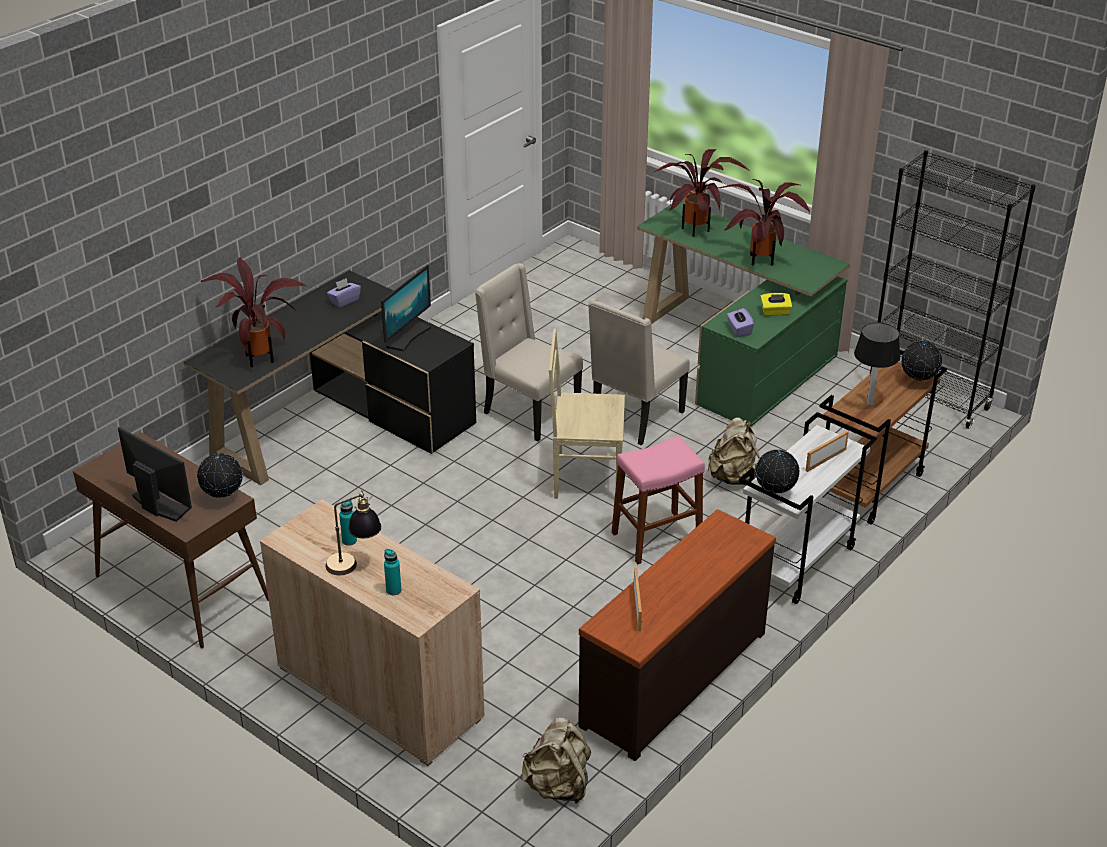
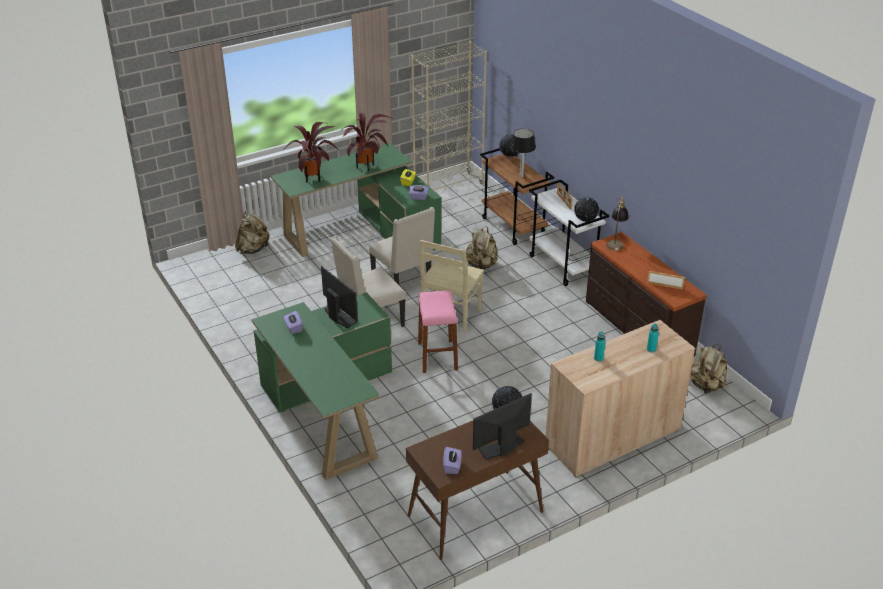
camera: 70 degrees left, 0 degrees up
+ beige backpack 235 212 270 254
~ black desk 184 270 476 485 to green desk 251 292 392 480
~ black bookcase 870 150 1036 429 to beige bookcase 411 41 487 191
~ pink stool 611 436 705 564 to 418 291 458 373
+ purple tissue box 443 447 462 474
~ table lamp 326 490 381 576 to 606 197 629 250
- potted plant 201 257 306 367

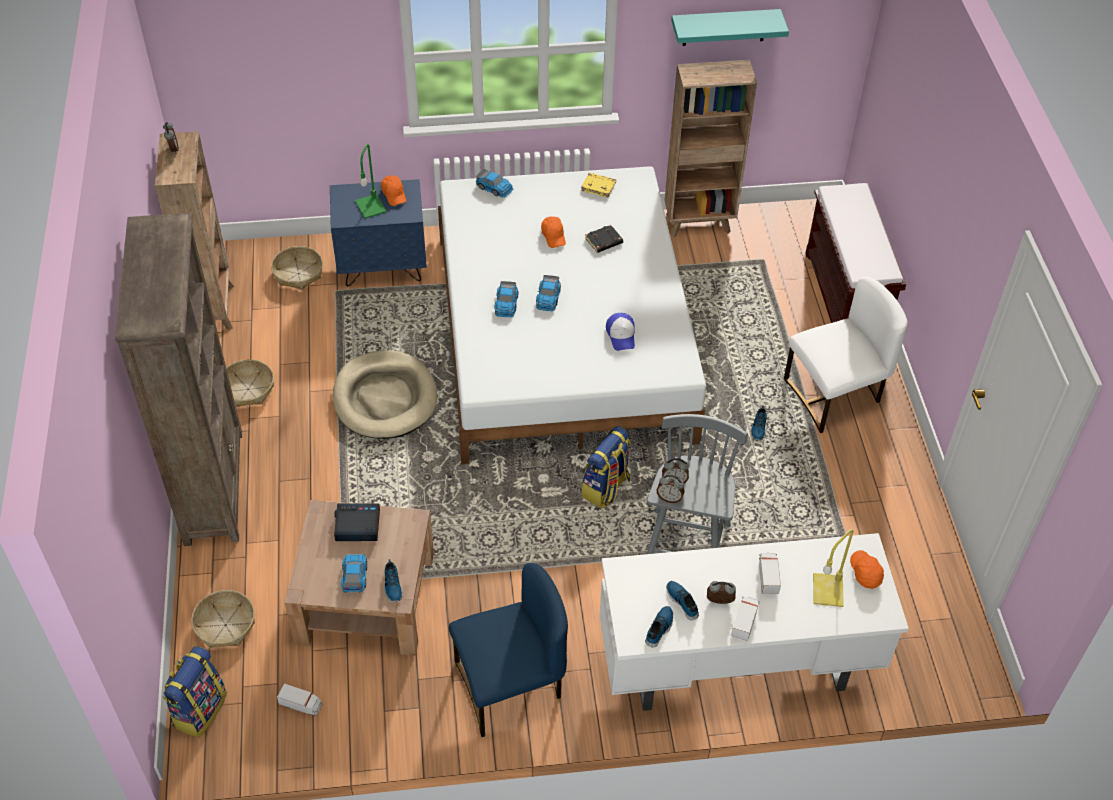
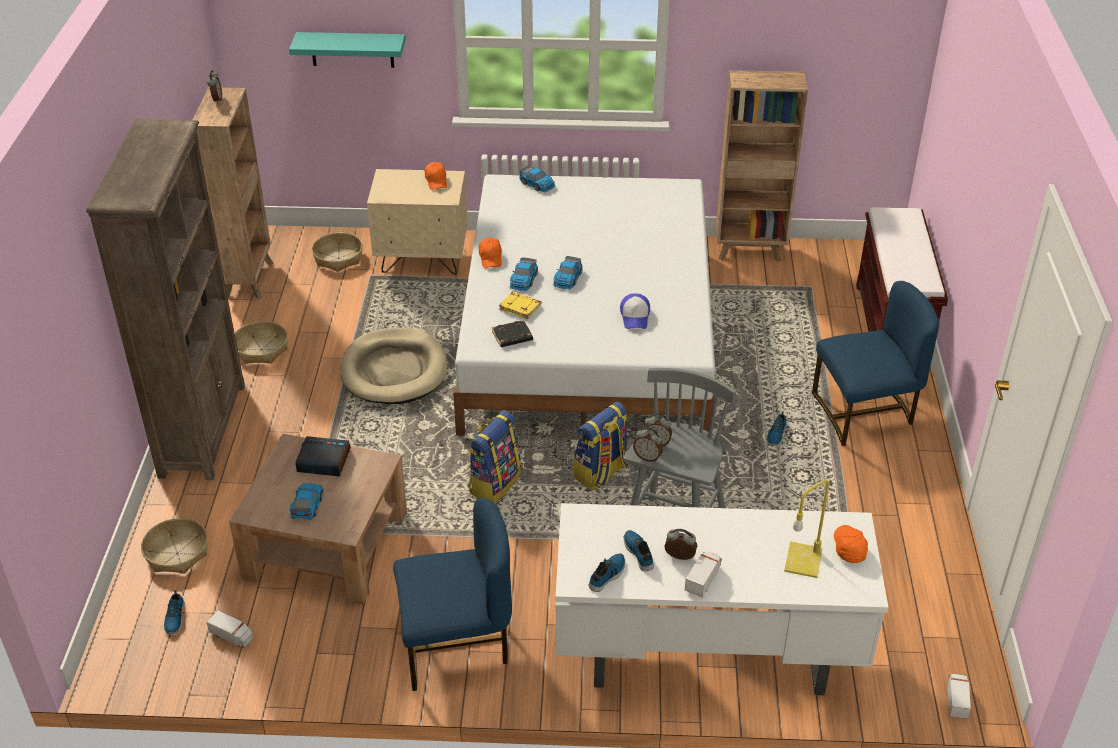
camera: 10 degrees right, 10 degrees down
~ shoe 384 559 403 602 to 164 590 185 634
~ turquoise shelf 671 9 789 46 to 289 32 406 68
~ blue nightstand 330 179 427 286 to beige nightstand 367 169 468 275
~ backpack 162 646 227 738 to 468 411 521 503
~ orange cap 541 216 566 248 to 479 238 502 268
~ black book 585 225 623 253 to 492 320 533 347
~ yellow book 581 173 616 198 to 499 292 541 319
~ white chair 784 277 907 433 to blue chair 812 281 939 446
~ toy truck 759 553 781 594 to 948 674 971 719
- green table lamp 355 144 387 219

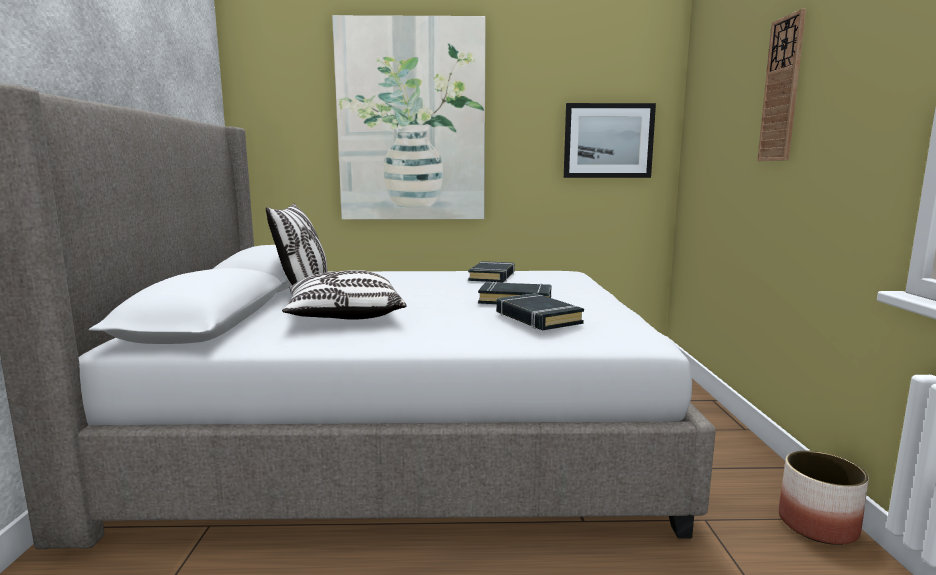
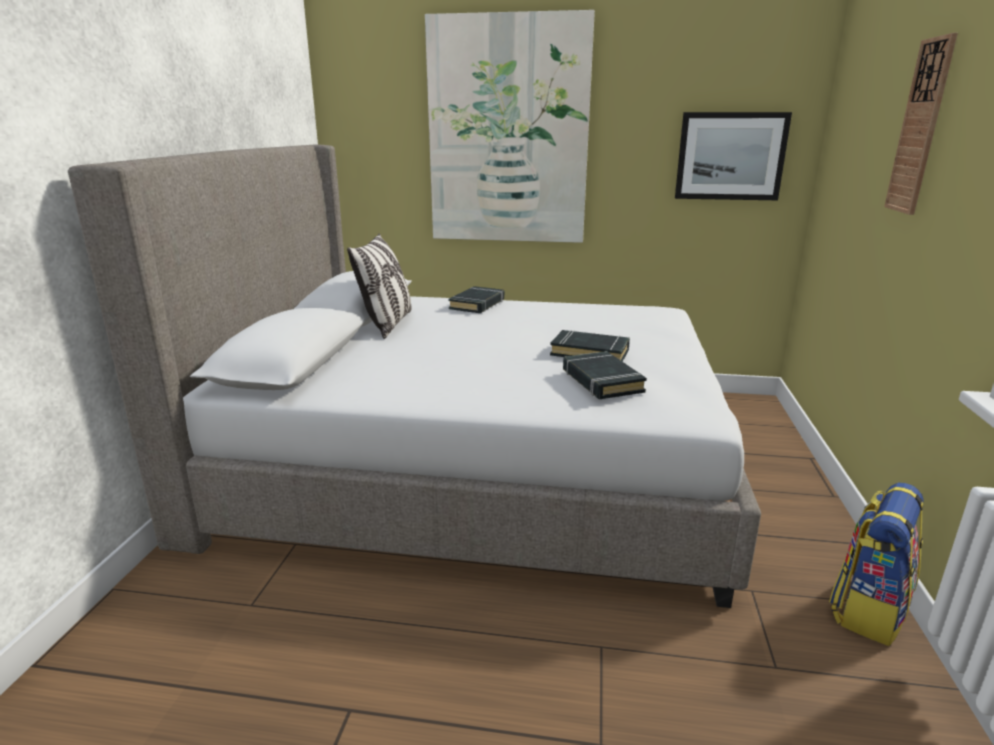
camera: 10 degrees right, 10 degrees up
~ black book 468 261 515 282 to 448 286 504 313
~ planter 779 450 869 545 to backpack 829 483 924 646
- pillow 282 270 407 320

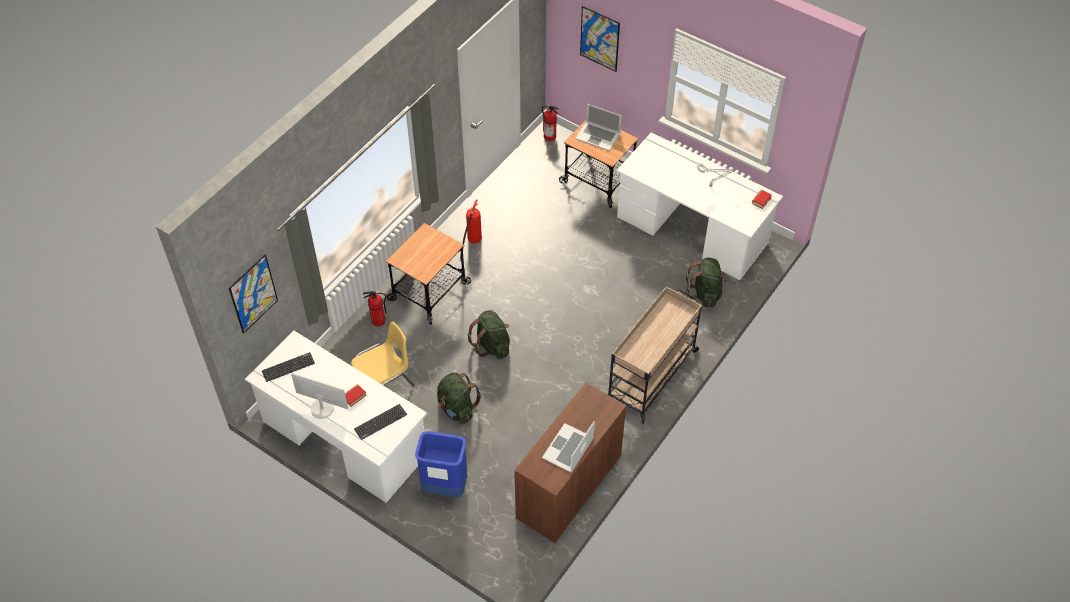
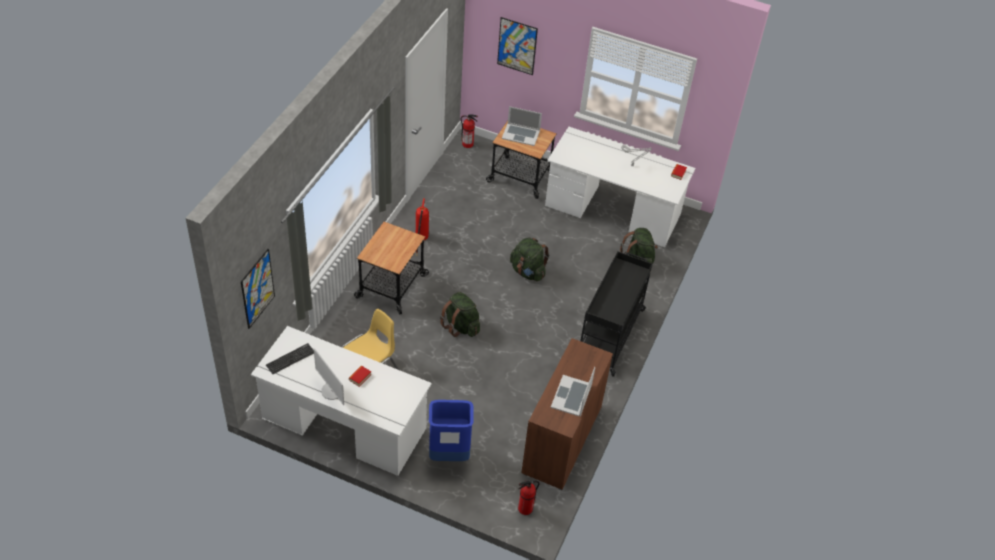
camera: 15 degrees left, 5 degrees down
~ monitor 291 373 348 419 = 314 348 344 405 135 degrees counterclockwise
~ green backpack 437 373 481 424 to 510 237 549 282
~ fire extinguisher 363 291 387 326 to 518 480 540 515
~ beige cart 607 286 702 423 to black cart 581 251 653 377
- keyboard 354 404 407 440

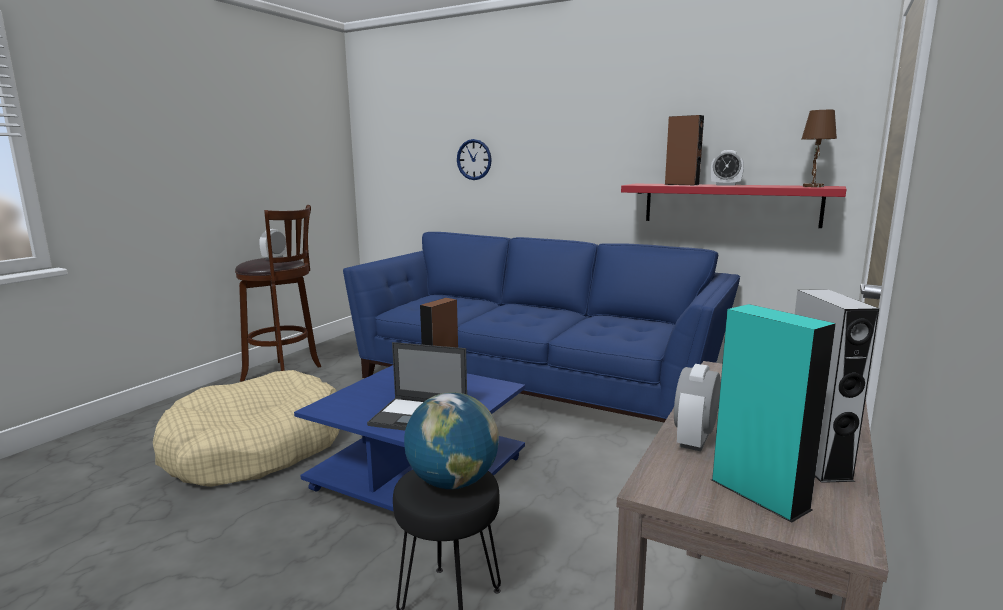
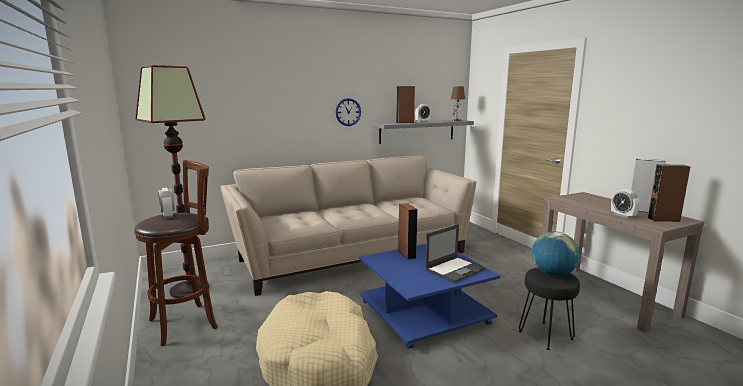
camera: 55 degrees left, 0 degrees up
+ floor lamp 135 65 209 298
~ blue sofa 343 232 740 422 to beige sofa 221 155 477 296
~ wall clock 457 139 492 180 to 335 98 361 126
~ red shelf 621 184 847 228 to grey shelf 372 120 474 144
~ turquoise speaker 711 304 836 523 to brown speaker 647 165 690 222

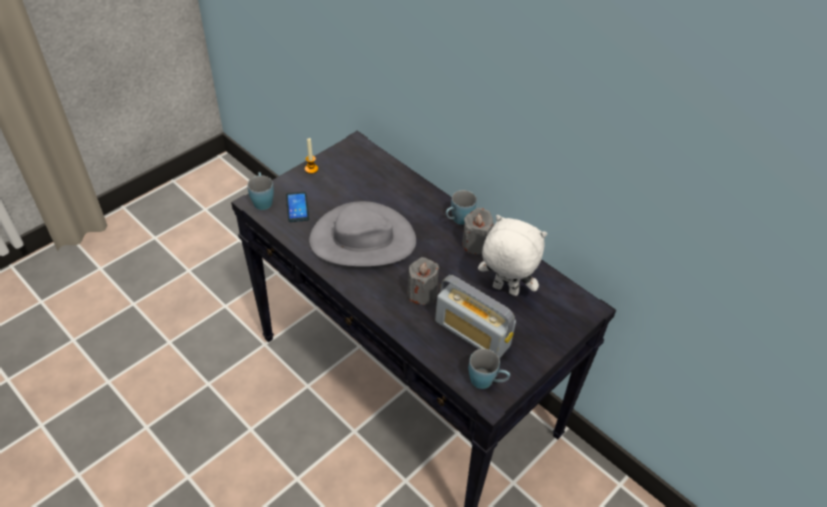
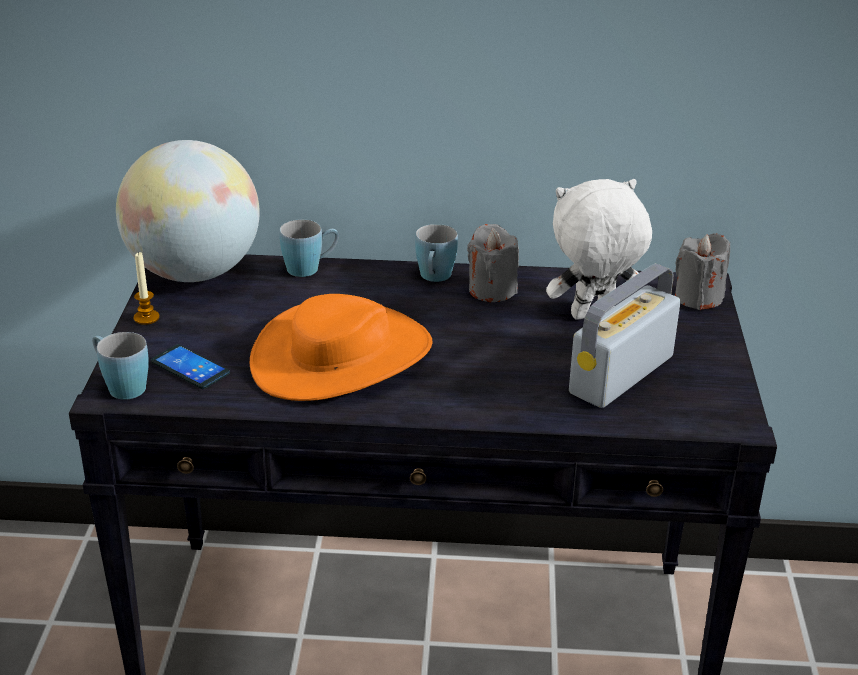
camera: 40 degrees left, 15 degrees down
+ globe 116 140 260 282
~ grey hat 309 201 416 267 to orange hat 250 294 433 401
~ blue mug 469 349 510 389 to 280 220 339 277
~ radio 435 275 516 359 = 569 263 680 408 135 degrees clockwise
~ grey candle 407 257 439 305 to 675 233 730 310

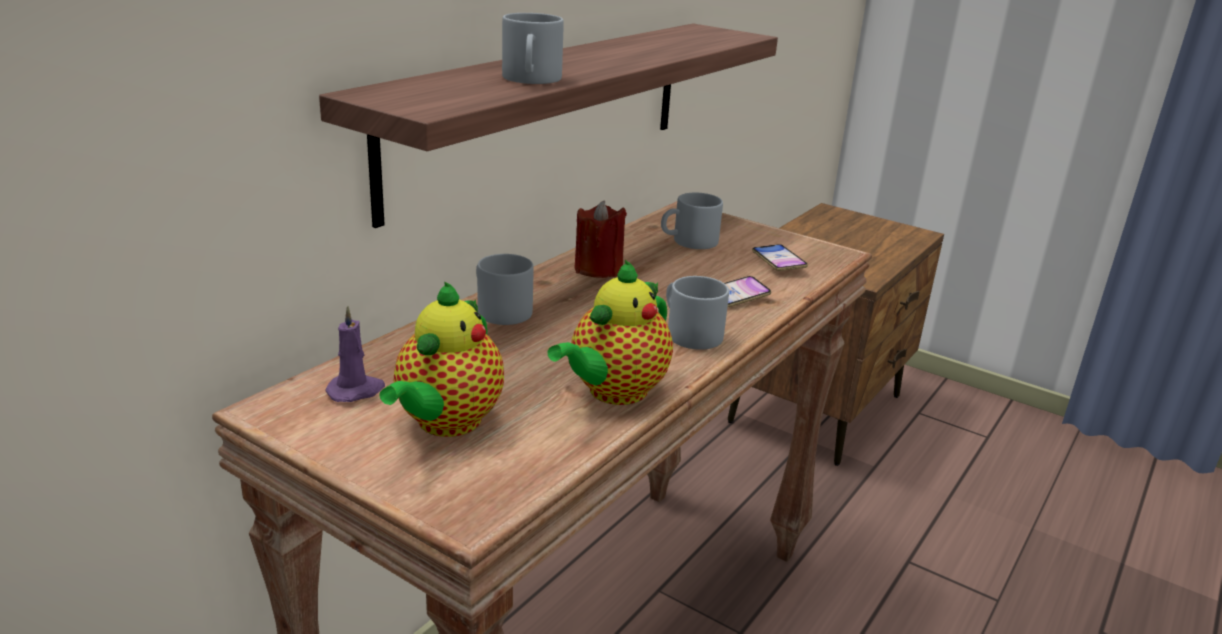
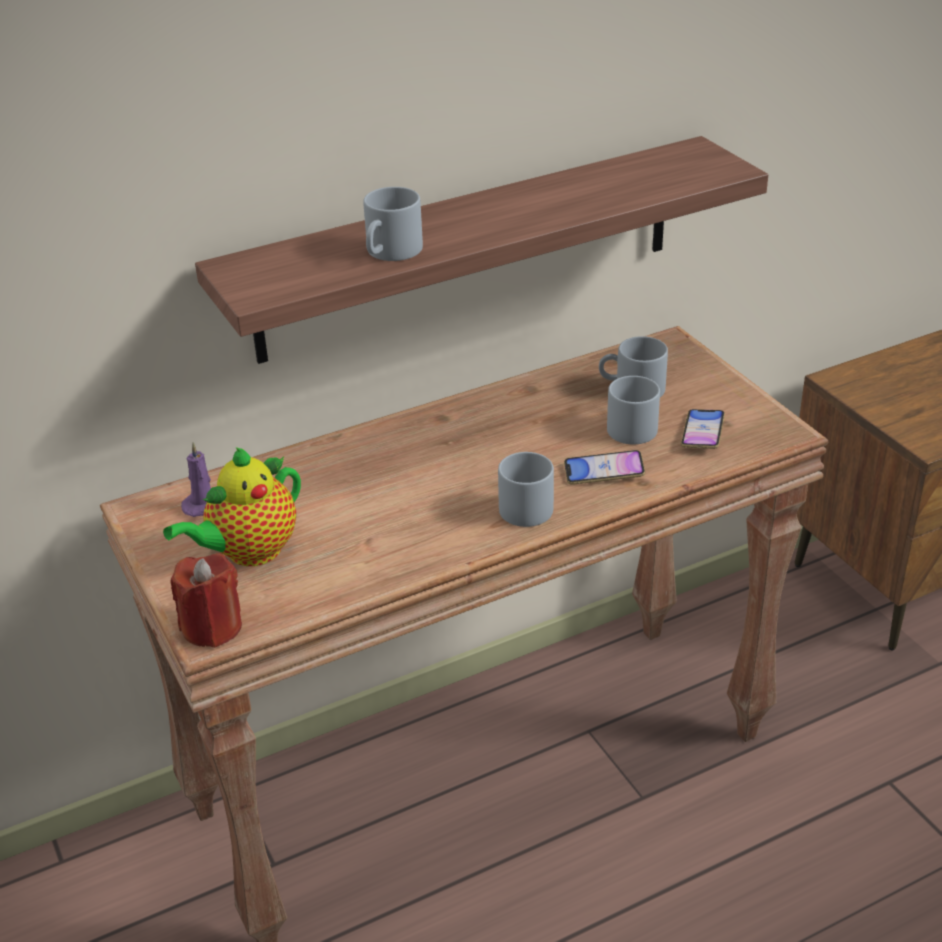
camera: 30 degrees right, 10 degrees up
~ red candle 575 200 627 278 to 170 553 242 648
~ grey mug 476 254 534 325 to 607 376 660 444
- teapot 547 260 673 405

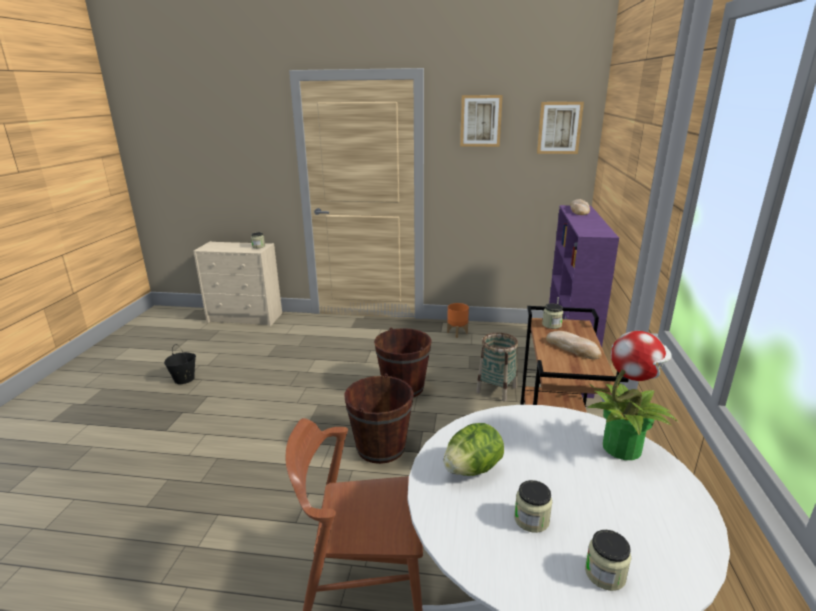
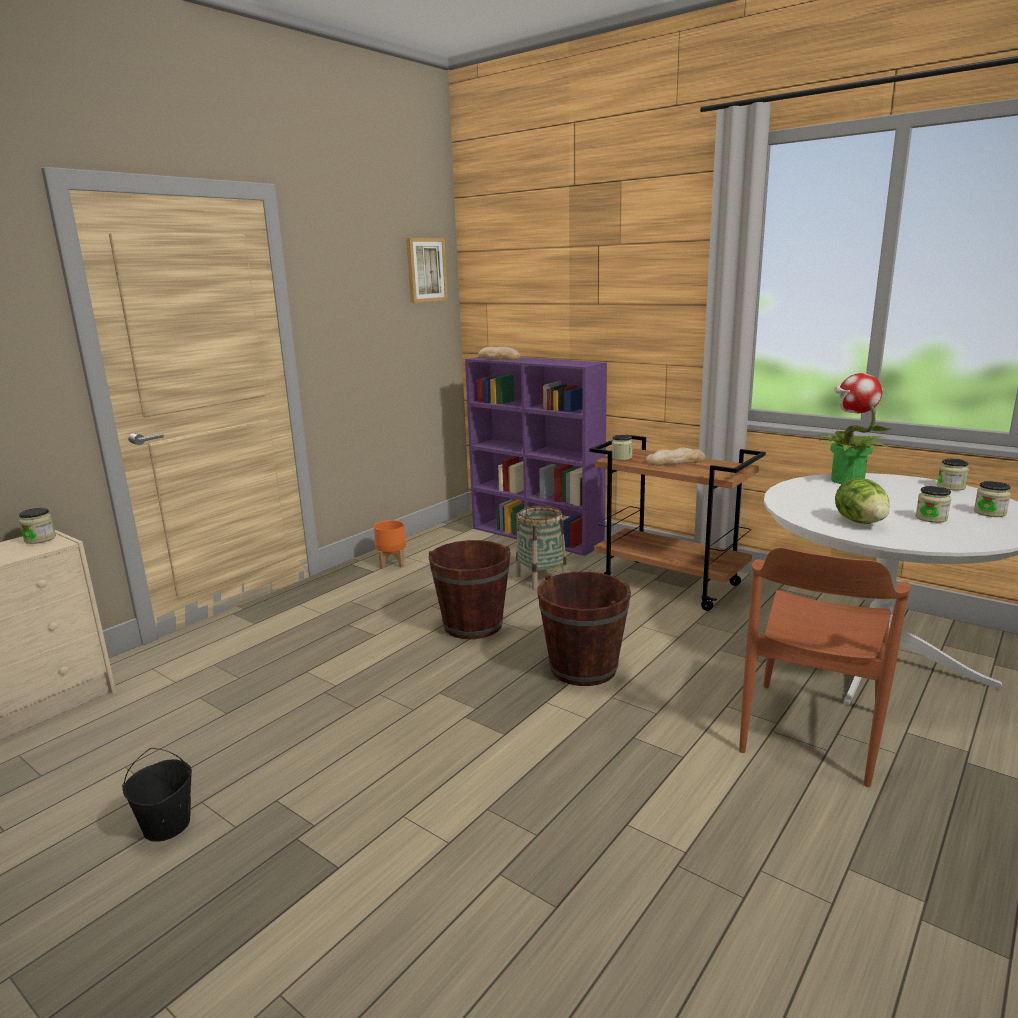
camera: 60 degrees left, 5 degrees down
+ jar 937 459 969 490
- picture 460 95 503 147

